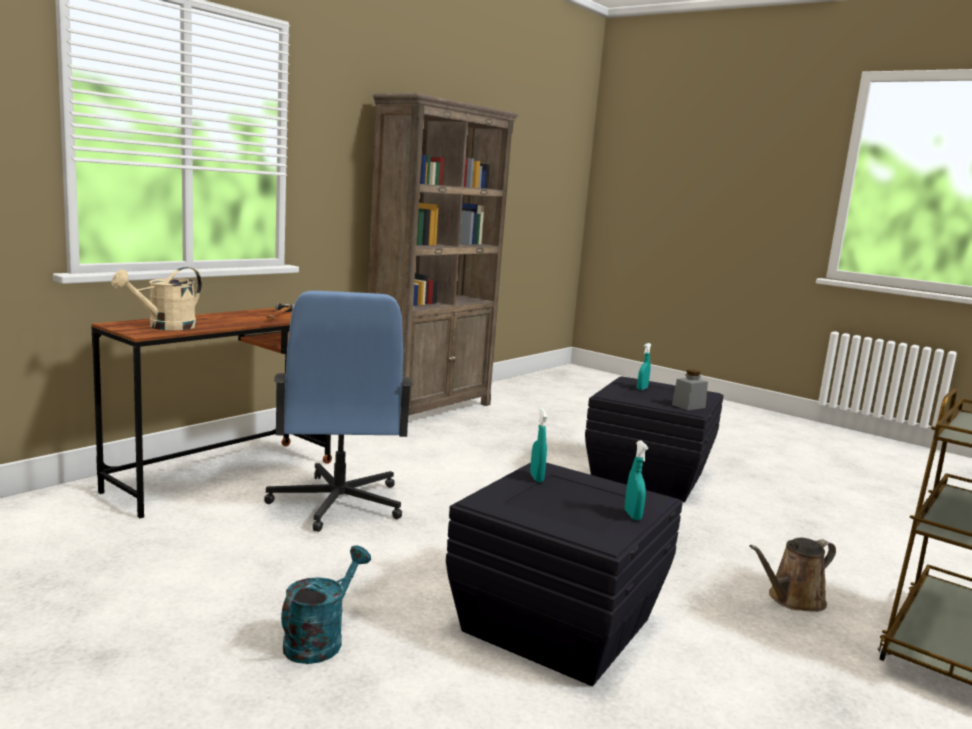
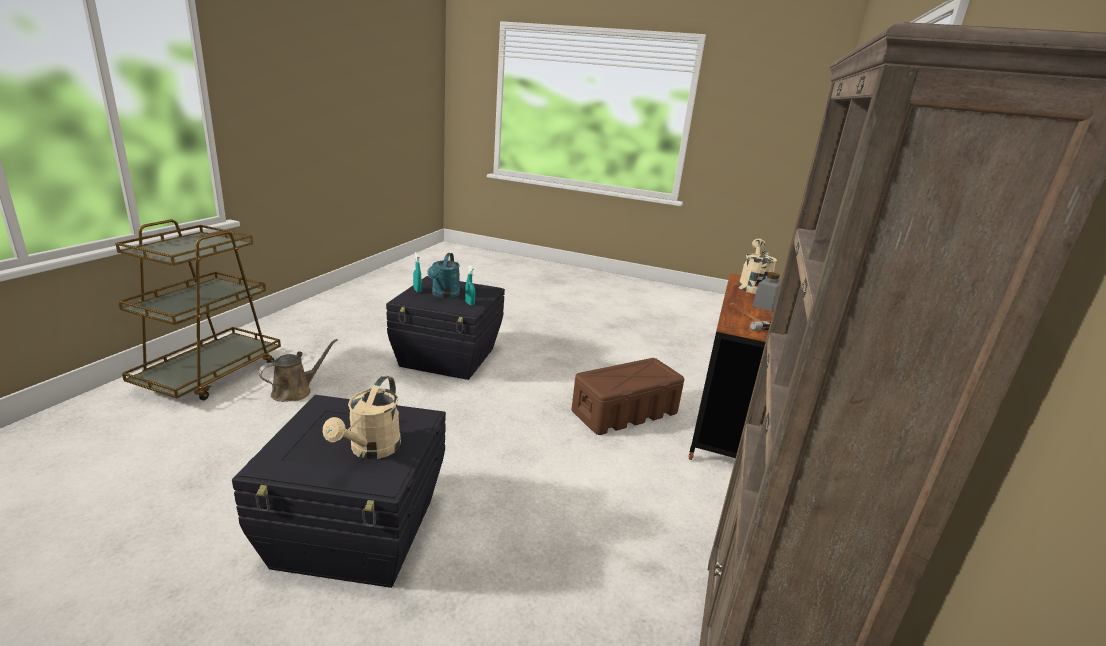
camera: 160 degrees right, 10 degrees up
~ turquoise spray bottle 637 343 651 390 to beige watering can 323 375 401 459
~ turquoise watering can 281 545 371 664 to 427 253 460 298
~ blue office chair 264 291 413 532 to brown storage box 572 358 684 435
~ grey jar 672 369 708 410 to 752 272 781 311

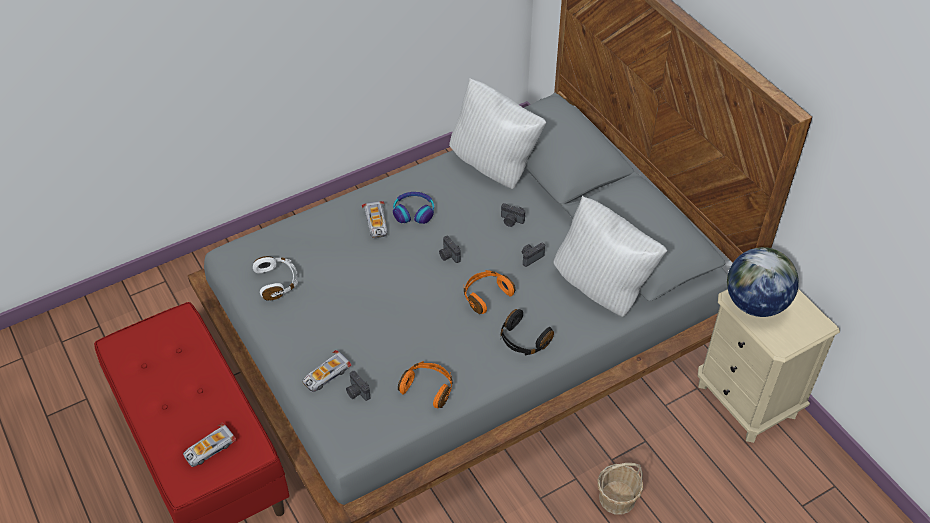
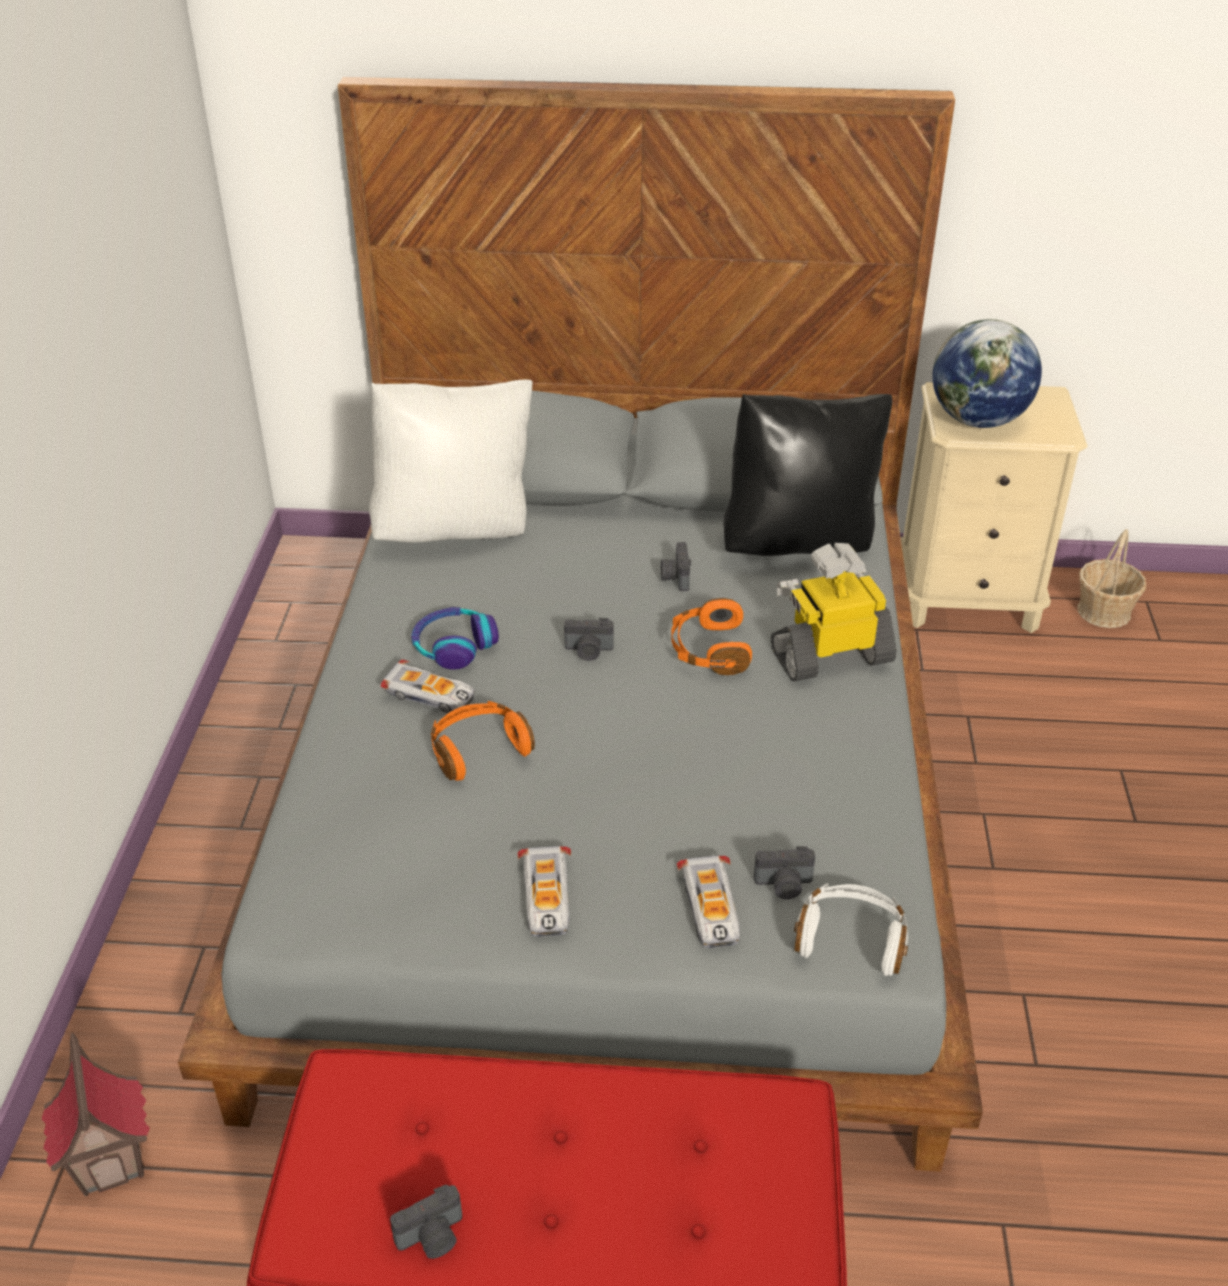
camera: 55 degrees left, 10 degrees down
+ toy house 41 1033 150 1196
~ photo camera 501 203 525 227 to 390 1185 462 1259
~ orange headphones 398 361 452 408 to 431 701 535 781
~ toy car 183 423 236 467 to 517 846 572 937
~ white pillow 553 196 667 317 to black pillow 723 394 892 556
~ black headphones 501 309 554 355 to toy robot 771 543 897 682
~ white headphones 253 256 298 301 to 794 883 908 976
~ basket 597 463 643 515 to 1078 529 1146 628

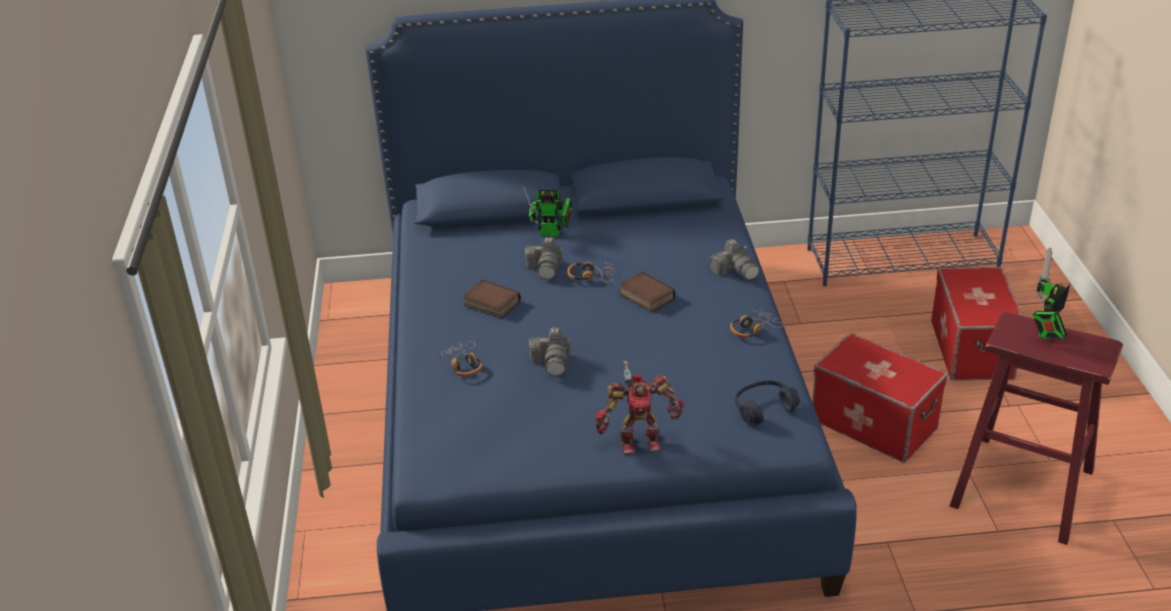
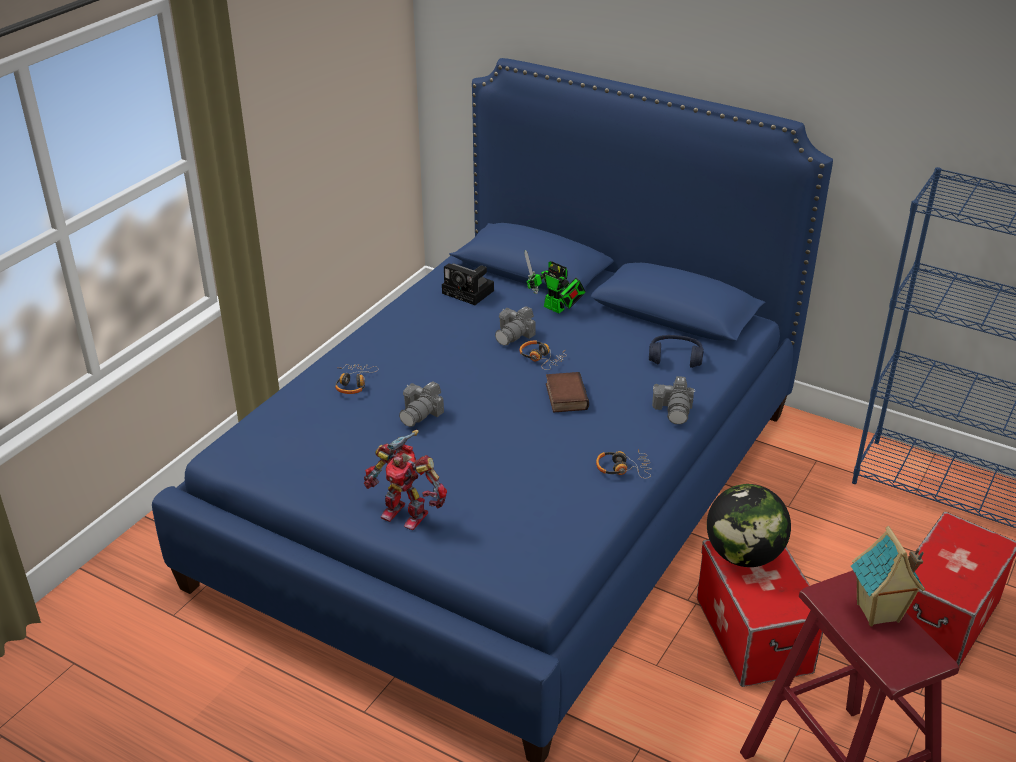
camera: 35 degrees right, 0 degrees up
+ photo camera 442 263 494 305
~ blue headphones 735 380 800 424 to 649 335 704 368
+ globe 707 484 791 567
~ toy robot 1032 247 1070 340 to toy house 851 526 925 627
- book 463 280 521 318

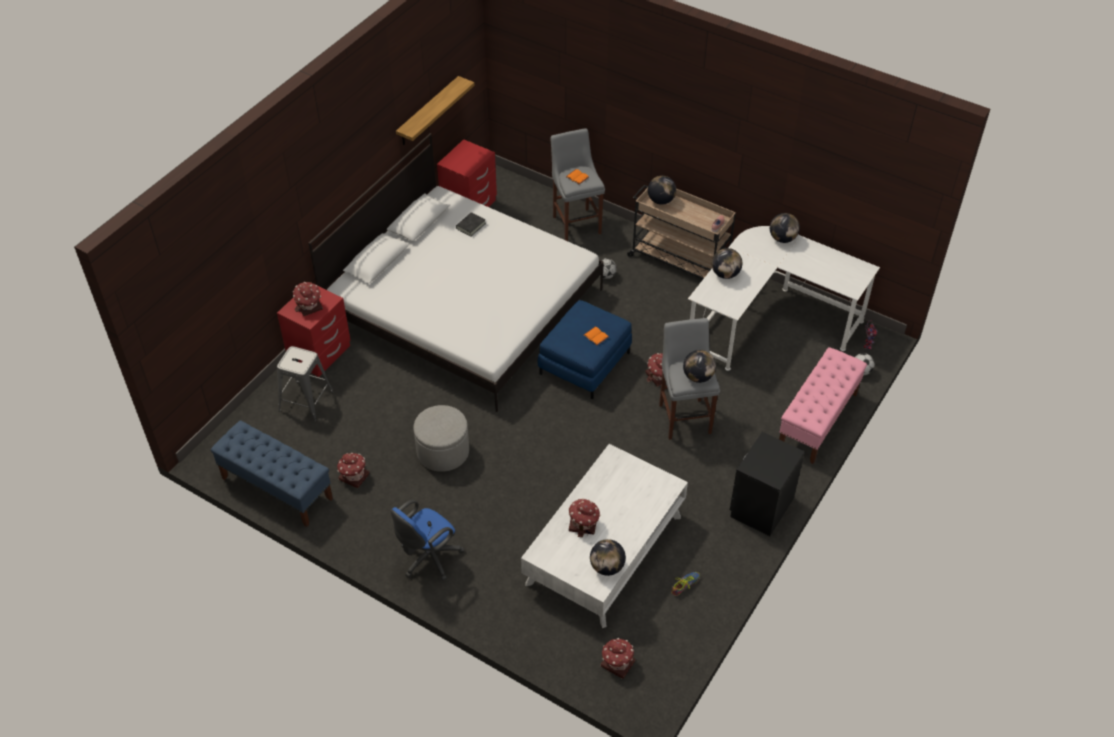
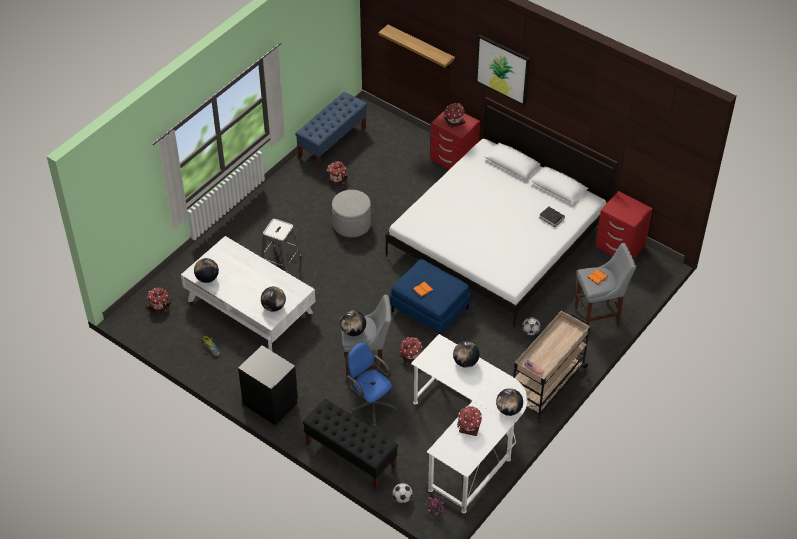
camera: 95 degrees right, 0 degrees up
~ grey stool 277 346 334 422 to 261 219 302 273
~ globe 648 176 676 205 to 261 287 286 312
~ pink bench 779 347 867 464 to black bench 303 399 398 490
~ blue office chair 391 500 464 580 to 347 342 397 427
~ shelf 396 76 475 145 to 378 25 455 69
~ toy house 568 498 600 537 to 457 406 482 436
+ picture 475 34 530 106

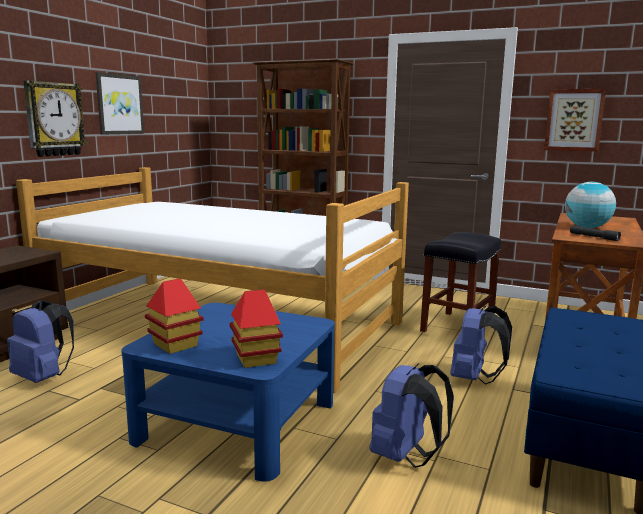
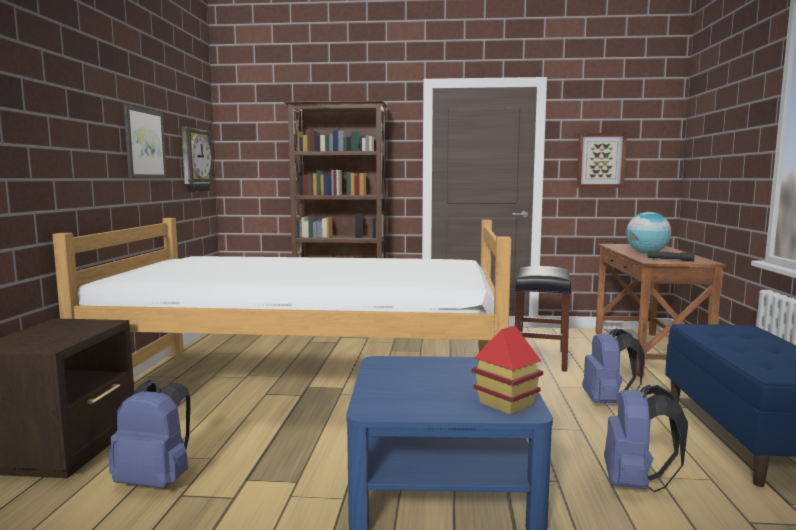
camera: 20 degrees left, 5 degrees down
~ wall clock 23 80 87 157 to 181 126 214 192
- toy house 145 278 204 354

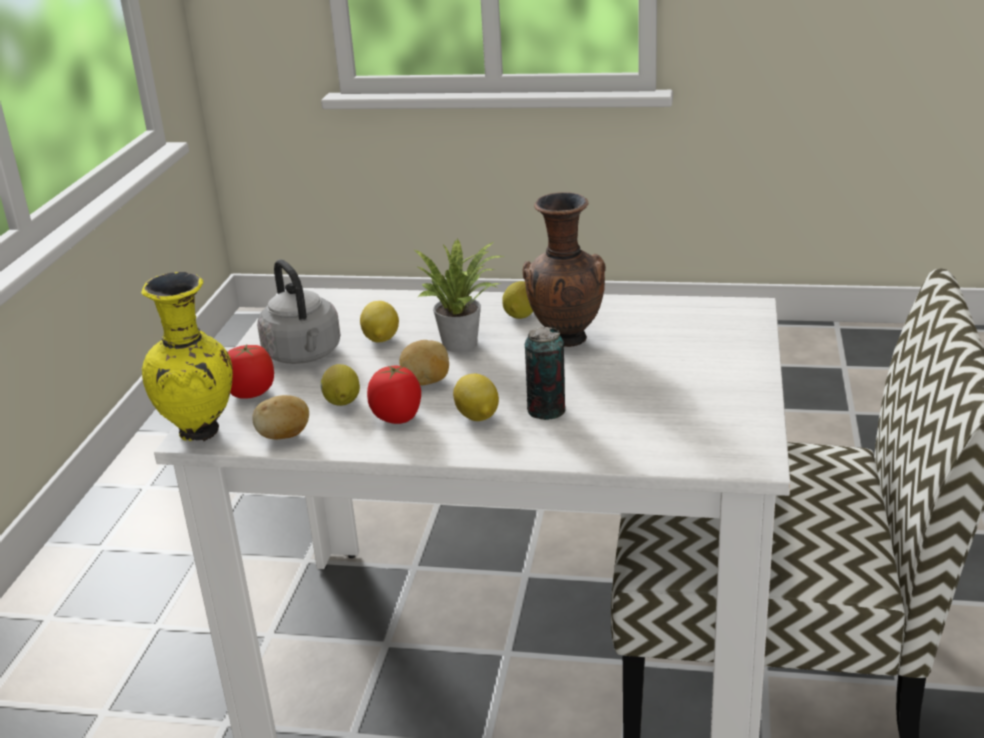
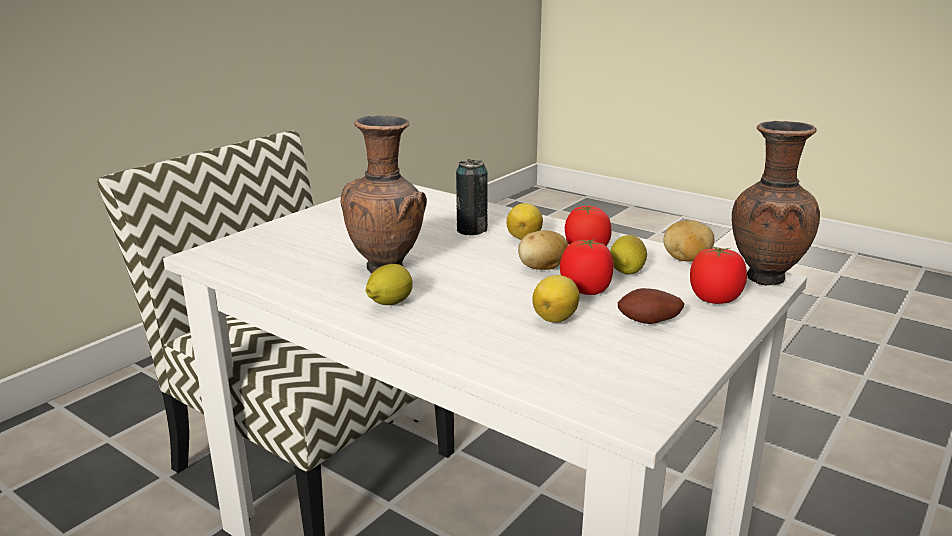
camera: 155 degrees left, 5 degrees down
+ tomato 560 238 614 295
~ grey kettle 257 260 340 364 to potato 618 288 684 324
~ yellow vase 141 272 233 441 to brown vase 732 121 820 286
- potted plant 413 238 504 352

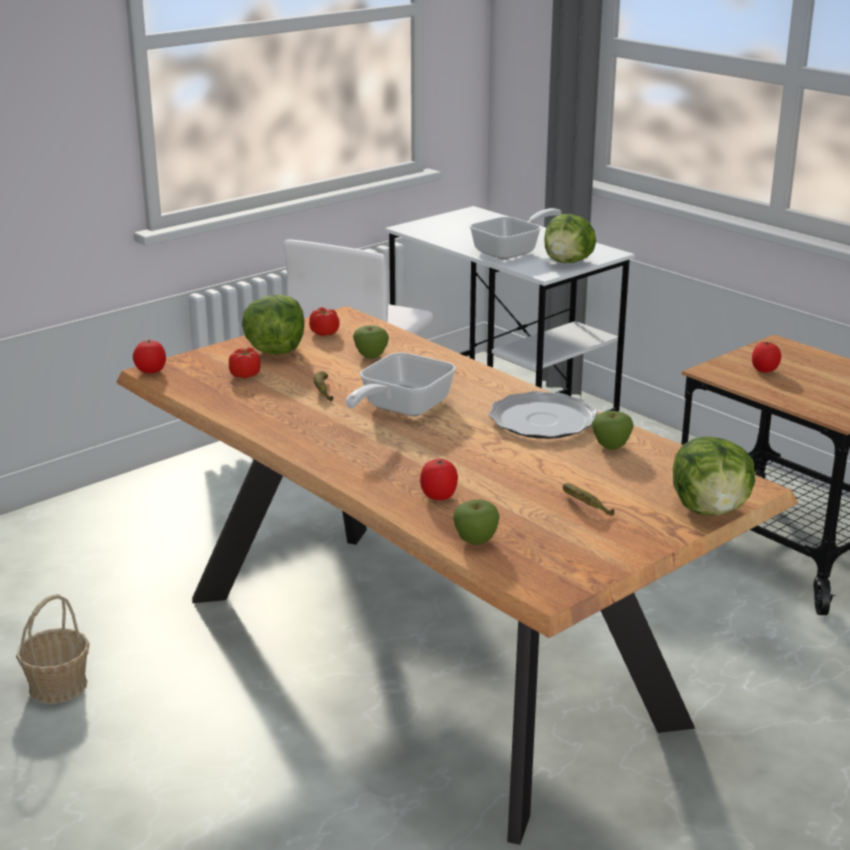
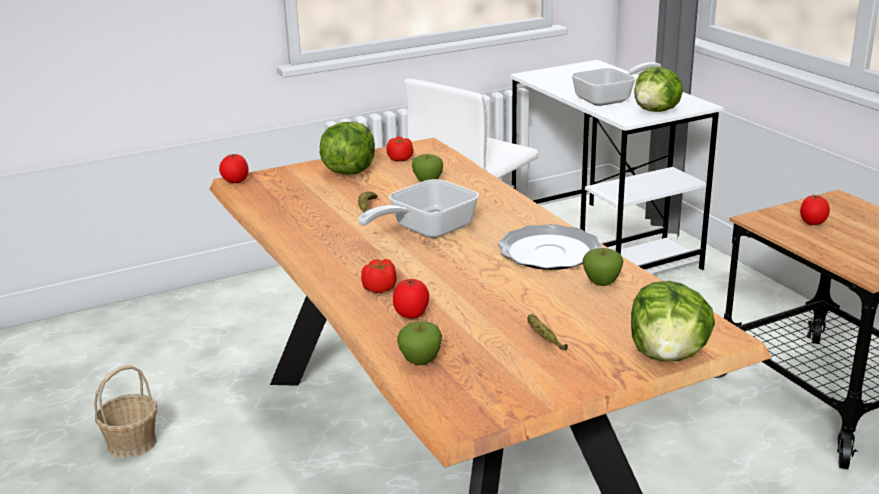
camera: 15 degrees right, 0 degrees up
~ tomato 229 347 261 379 to 361 259 397 293

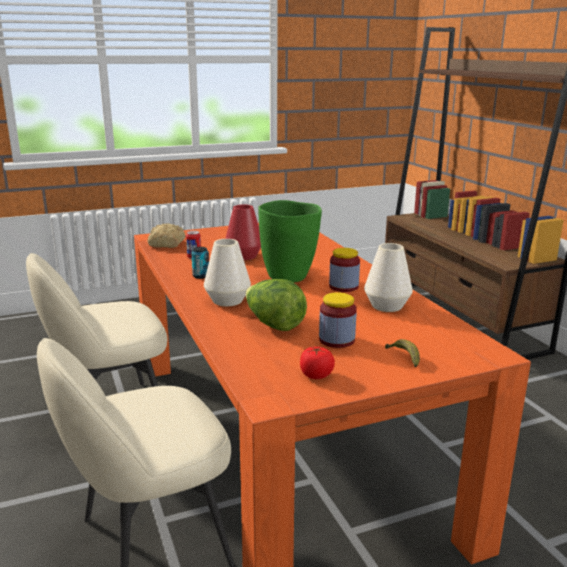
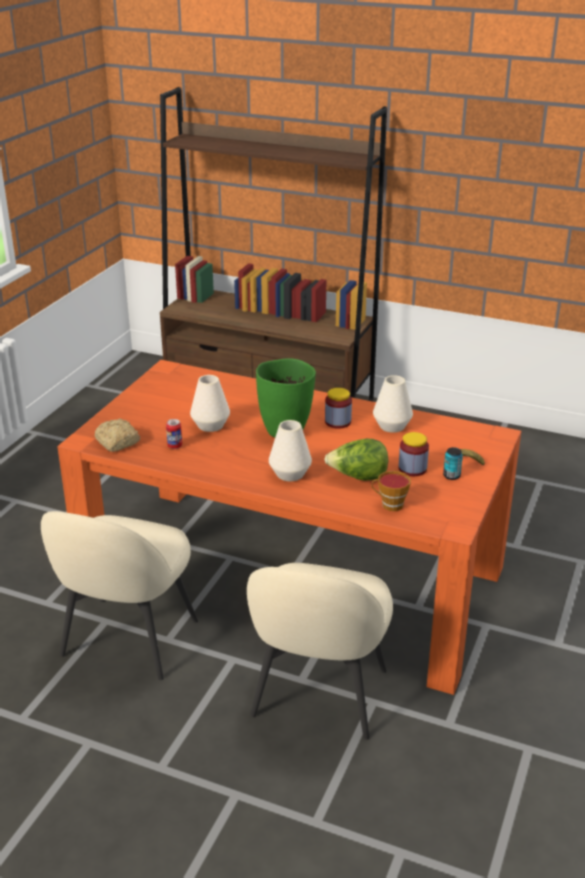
camera: 45 degrees left, 10 degrees up
~ red vase 225 204 261 260 to white vase 190 375 230 432
+ cup 372 471 411 511
~ can 192 247 209 279 to 443 447 463 480
- tomato 300 346 335 379

